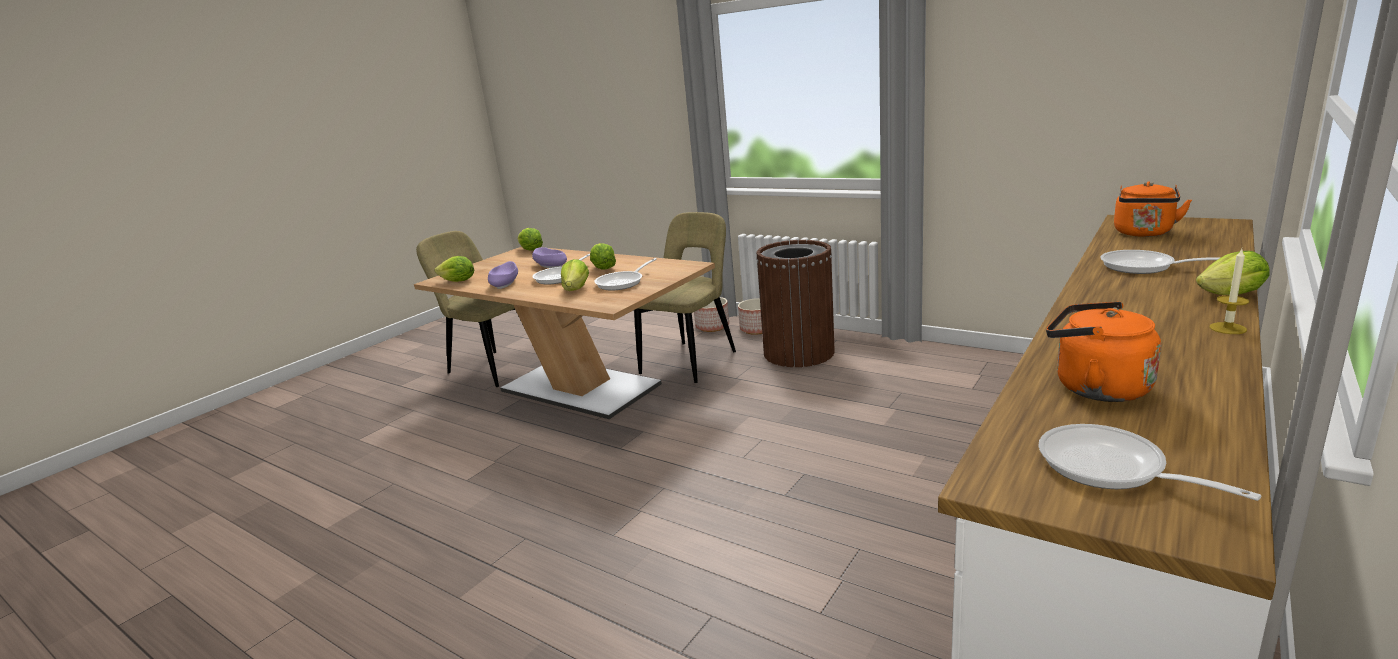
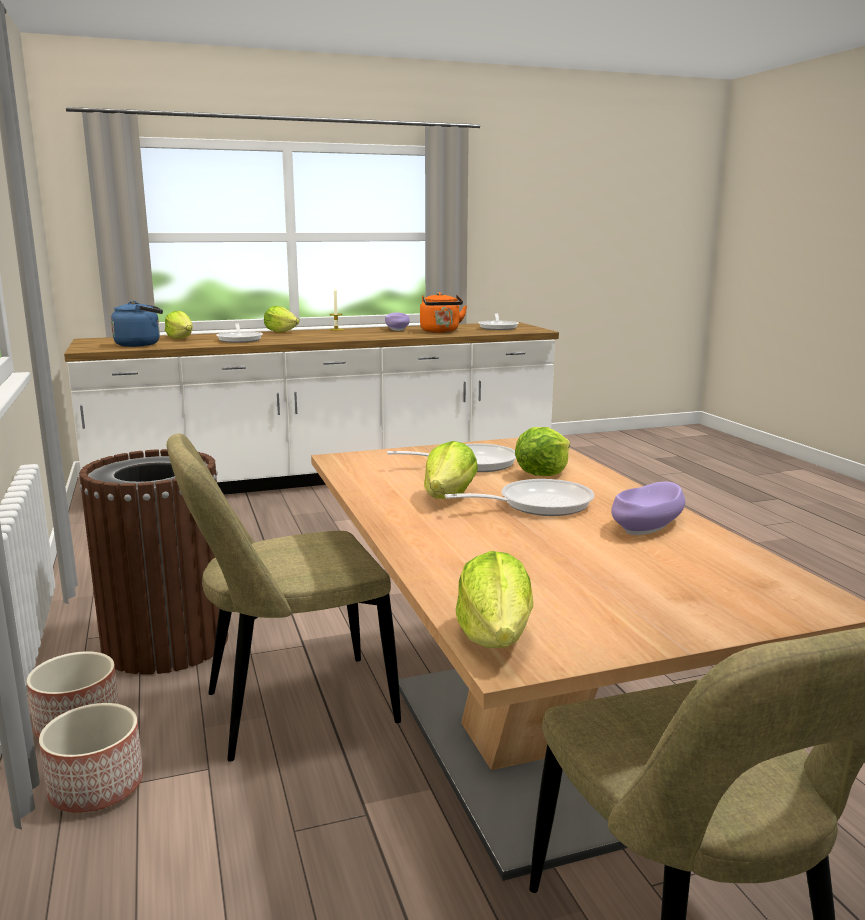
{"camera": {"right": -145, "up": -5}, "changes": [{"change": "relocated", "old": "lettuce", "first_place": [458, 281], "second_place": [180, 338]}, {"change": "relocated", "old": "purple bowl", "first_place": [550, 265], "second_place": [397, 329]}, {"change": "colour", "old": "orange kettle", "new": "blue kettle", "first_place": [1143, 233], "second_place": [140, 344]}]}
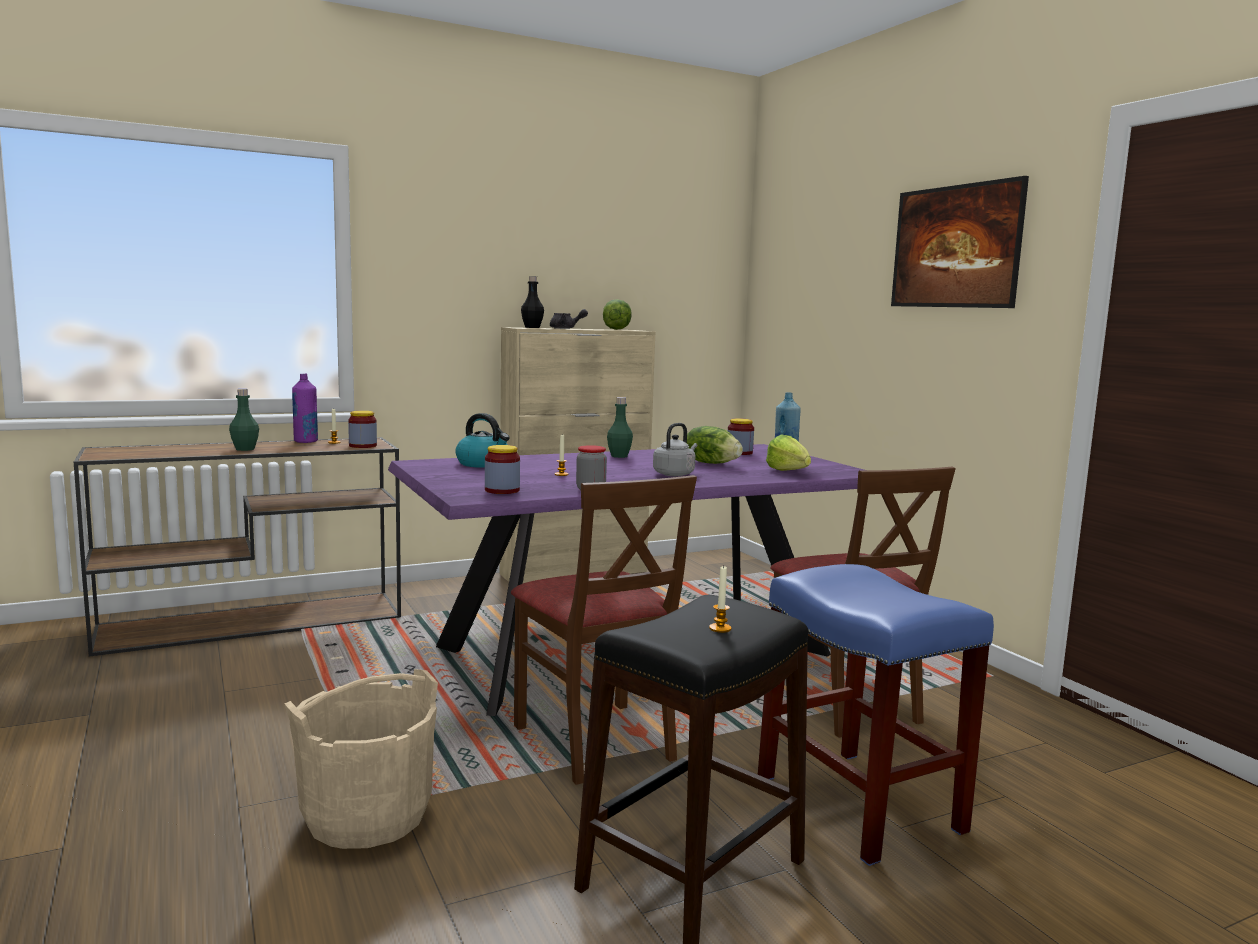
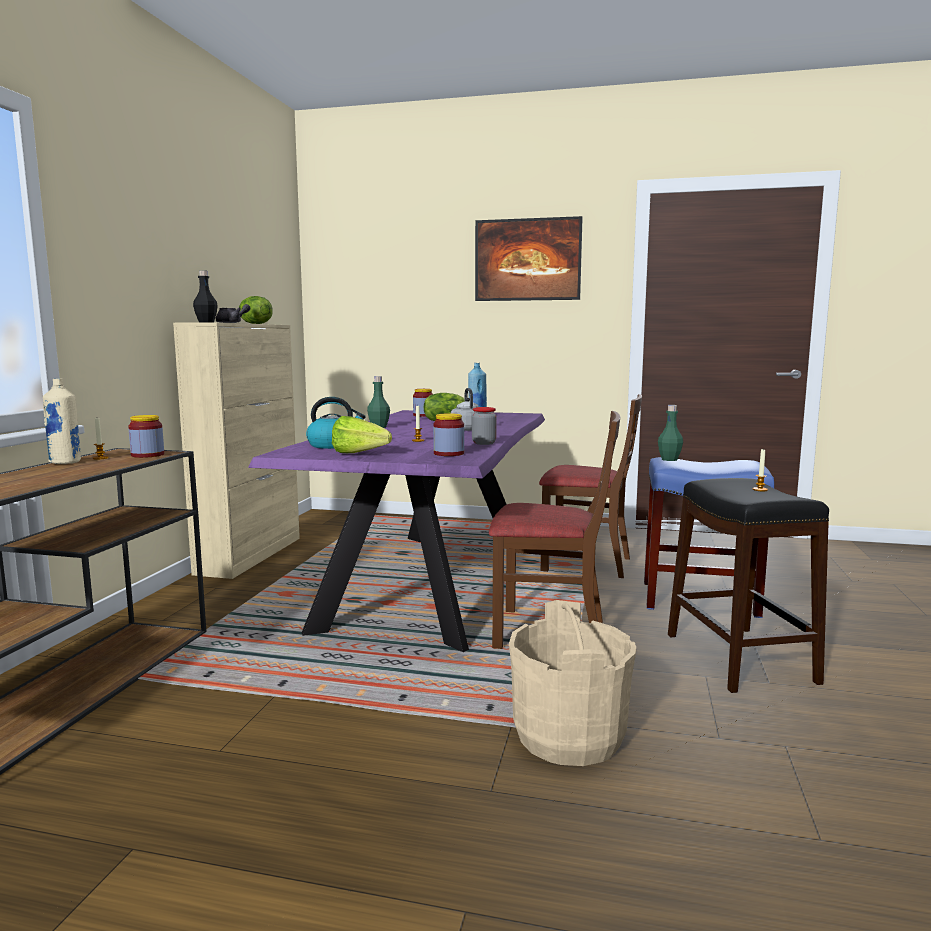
{"camera": {"right": -50, "up": 0}, "changes": [{"change": "relocated", "old": "green bottle", "first_place": [245, 449], "second_place": [669, 459]}, {"change": "colour", "old": "purple bottle", "new": "beige bottle", "first_place": [305, 441], "second_place": [65, 462]}, {"change": "relocated", "old": "lettuce", "first_place": [790, 473], "second_place": [363, 454]}]}
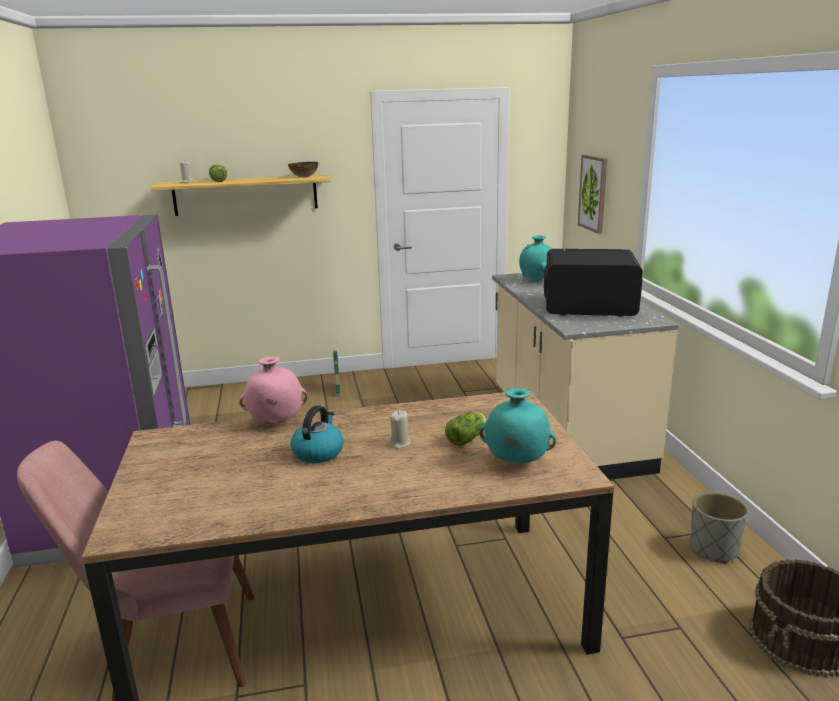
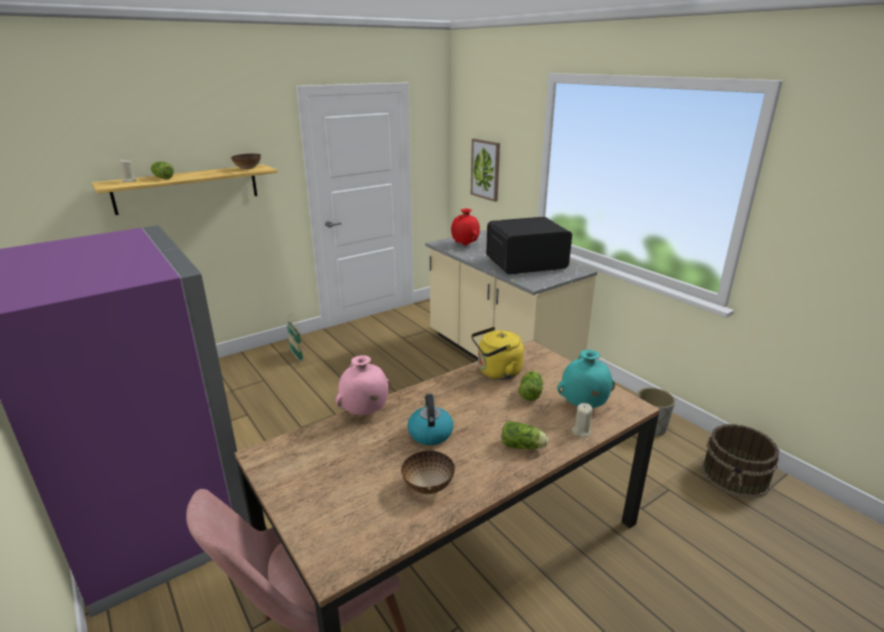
{"camera": {"right": -25, "up": 5}, "changes": [{"change": "relocated", "old": "beige candle", "first_place": [400, 443], "second_place": [581, 431]}, {"change": "colour", "old": "turquoise vase", "new": "red vase", "first_place": [536, 281], "second_place": [465, 245]}, {"change": "appeared", "new": "bowl", "second_place": [427, 486]}, {"change": "appeared", "new": "yellow kettle", "second_place": [496, 372]}, {"change": "appeared", "new": "lettuce", "second_place": [524, 446]}]}
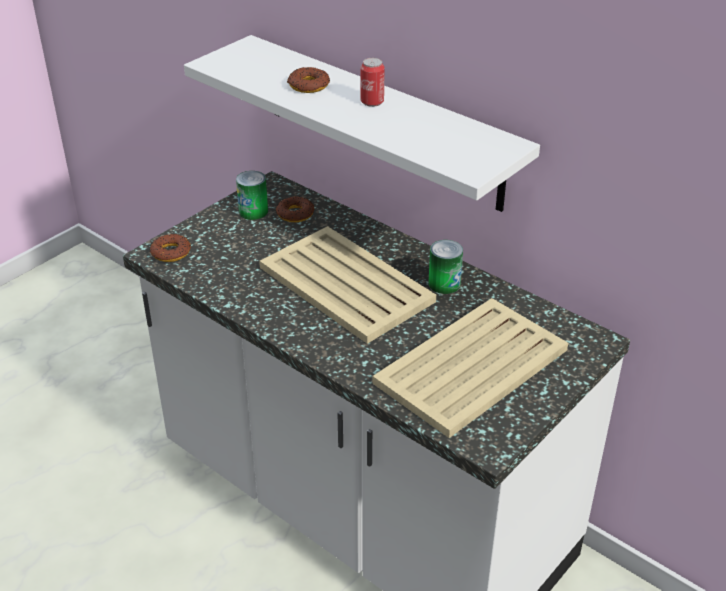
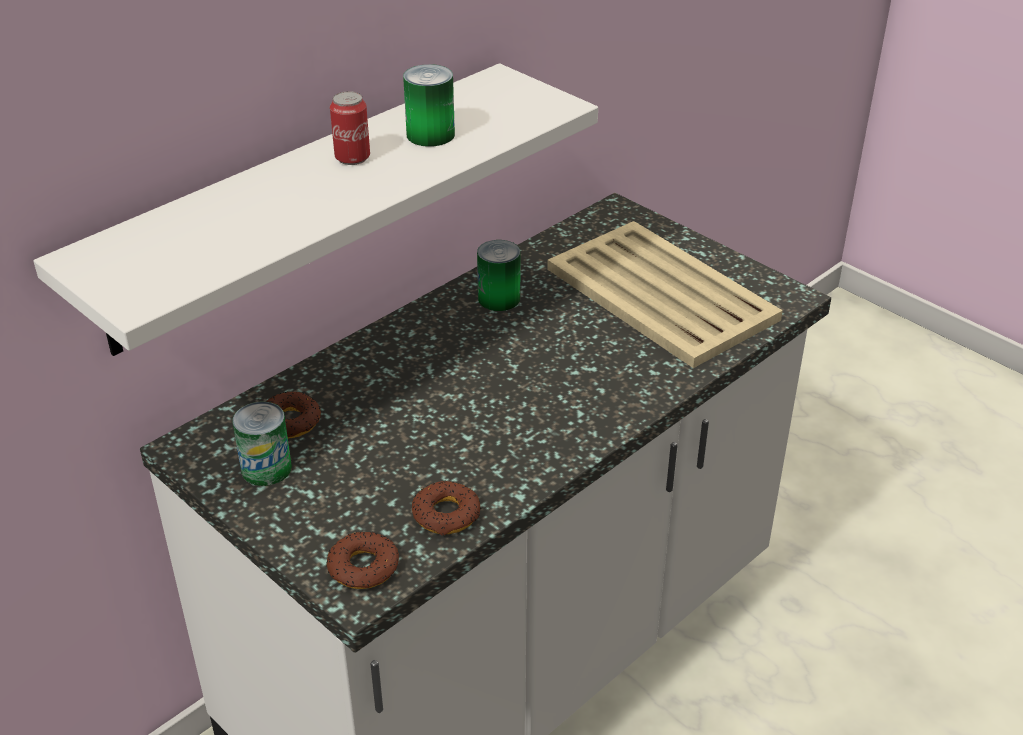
{"camera": {"right": -85, "up": 0}, "changes": [{"change": "missing", "old": "beige tray", "first_place": [345, 283]}, {"change": "relocated", "old": "donut", "first_place": [308, 85], "second_place": [446, 514]}, {"change": "appeared", "new": "can", "second_place": [430, 134]}]}
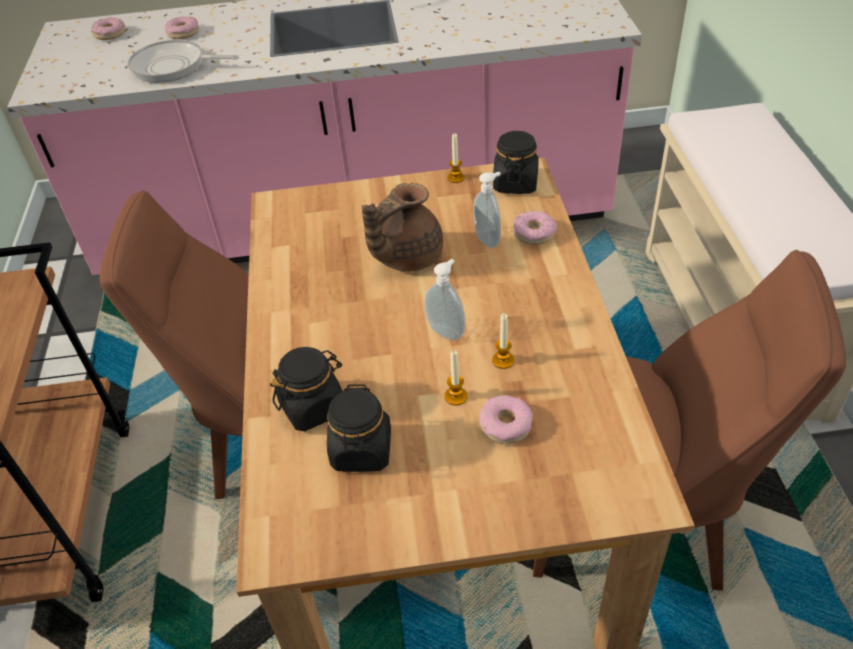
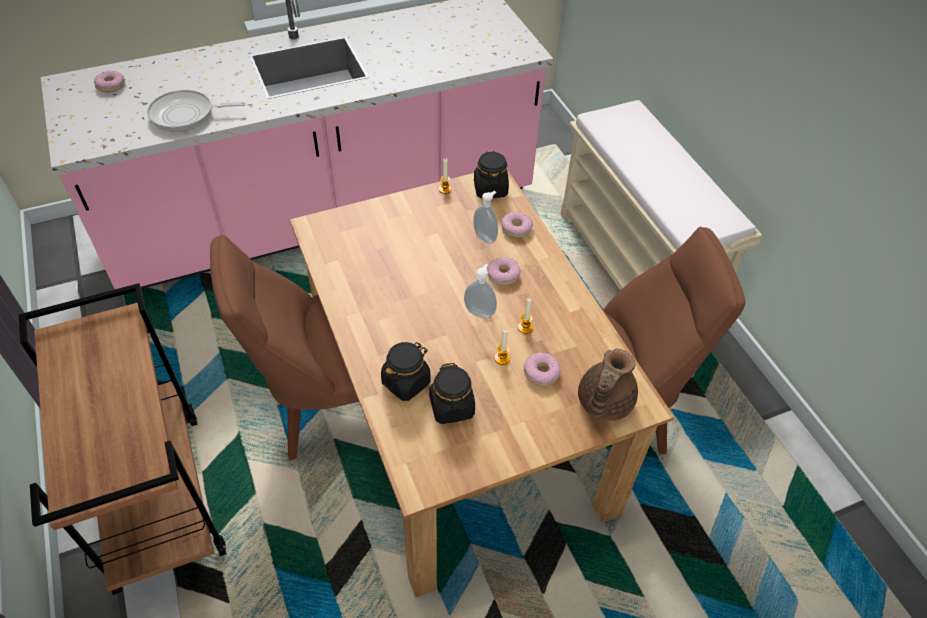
{"camera": {"right": -20, "up": 5}, "changes": [{"change": "relocated", "old": "donut", "first_place": [183, 33], "second_place": [503, 275]}, {"change": "relocated", "old": "brown teapot", "first_place": [406, 257], "second_place": [602, 403]}]}
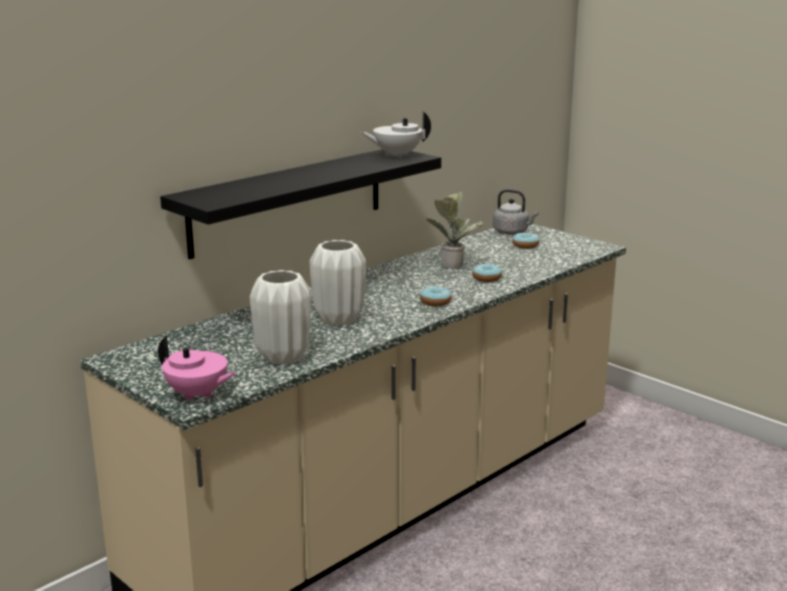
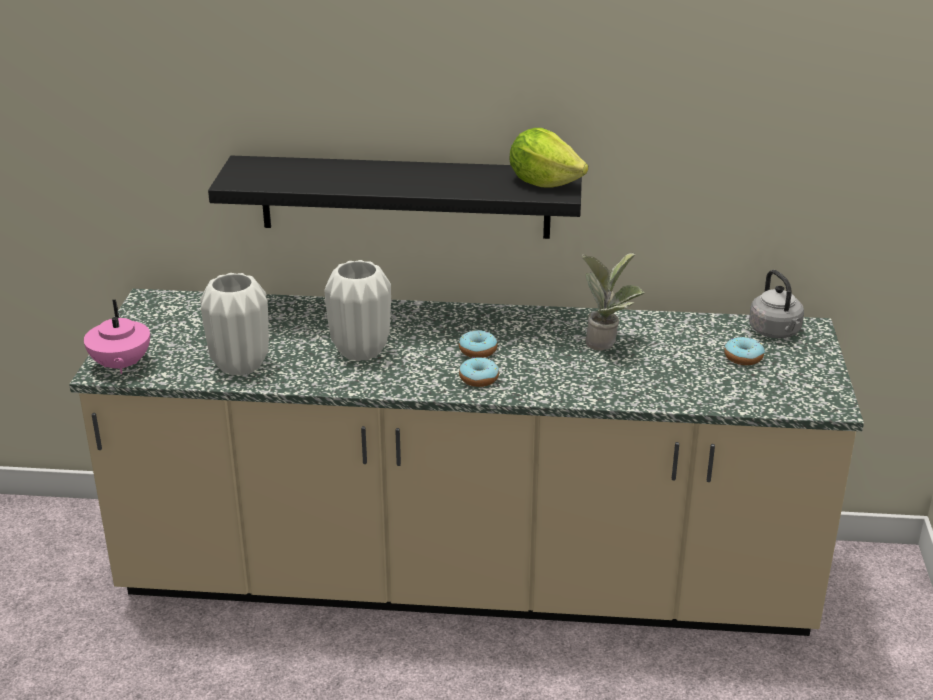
{"camera": {"right": 50, "up": 10}, "changes": [{"change": "exchanged", "old": "white teapot", "new": "lettuce", "first_place": [396, 155], "second_place": [544, 182]}, {"change": "relocated", "old": "donut", "first_place": [486, 278], "second_place": [478, 351]}]}
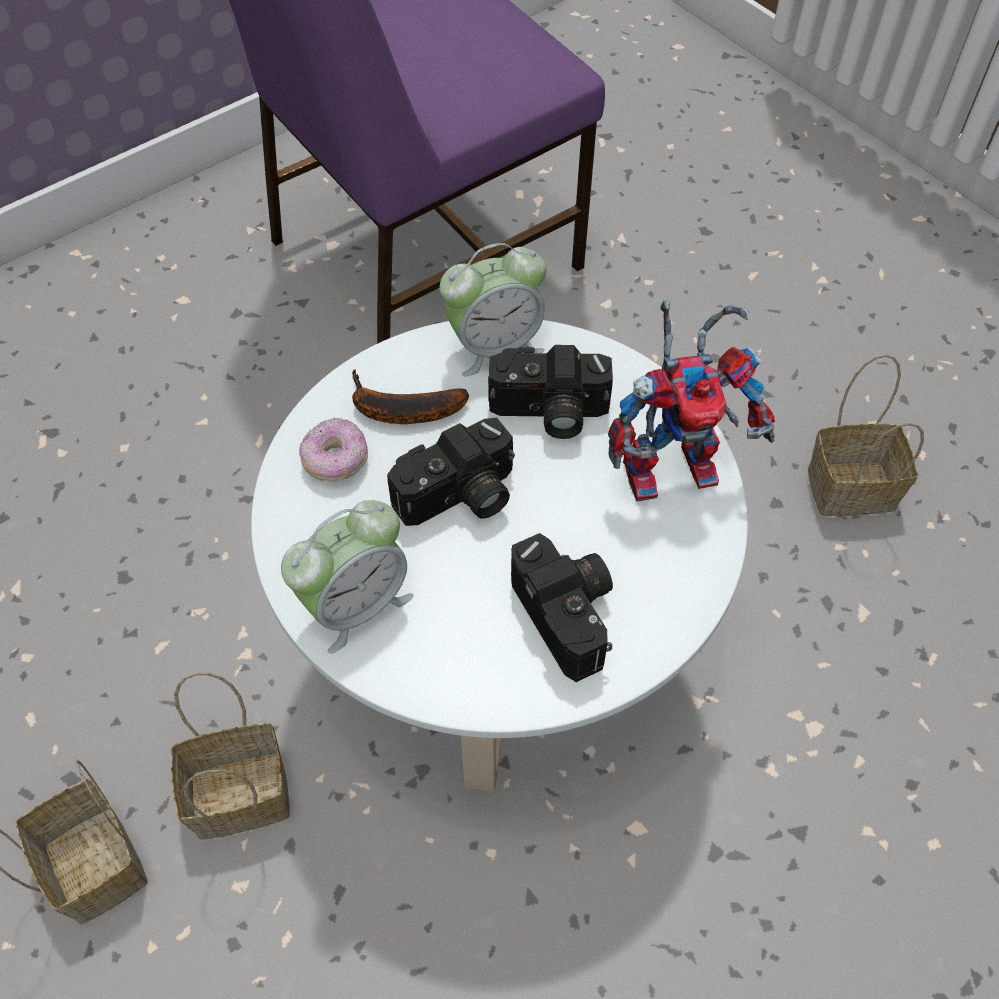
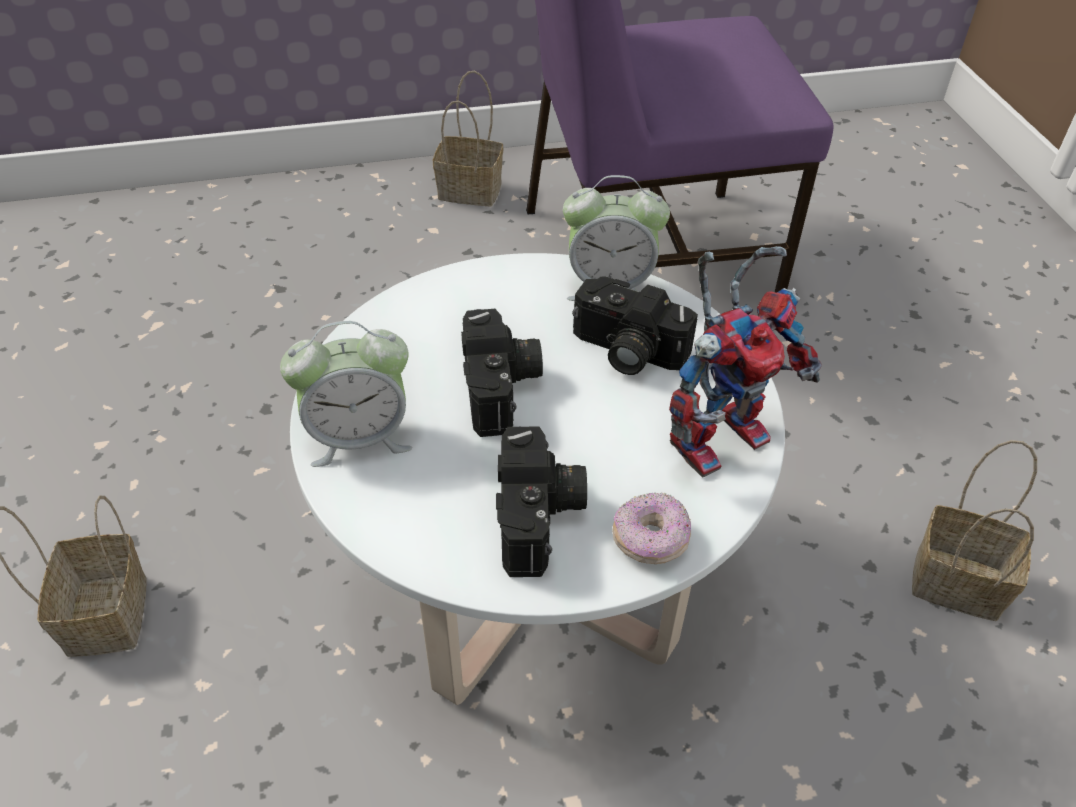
{"camera": {"right": 25, "up": -10}, "changes": [{"change": "relocated", "old": "basket", "first_place": [243, 792], "second_place": [472, 190]}, {"change": "relocated", "old": "donut", "first_place": [336, 460], "second_place": [650, 540]}, {"change": "missing", "old": "banana", "first_place": [399, 410]}, {"change": "spun", "old": "photo camera", "first_place": [460, 498], "second_place": [503, 389], "degrees": -90}, {"change": "spun", "old": "toy robot", "first_place": [675, 464], "second_place": [721, 432], "degrees": -45}]}
